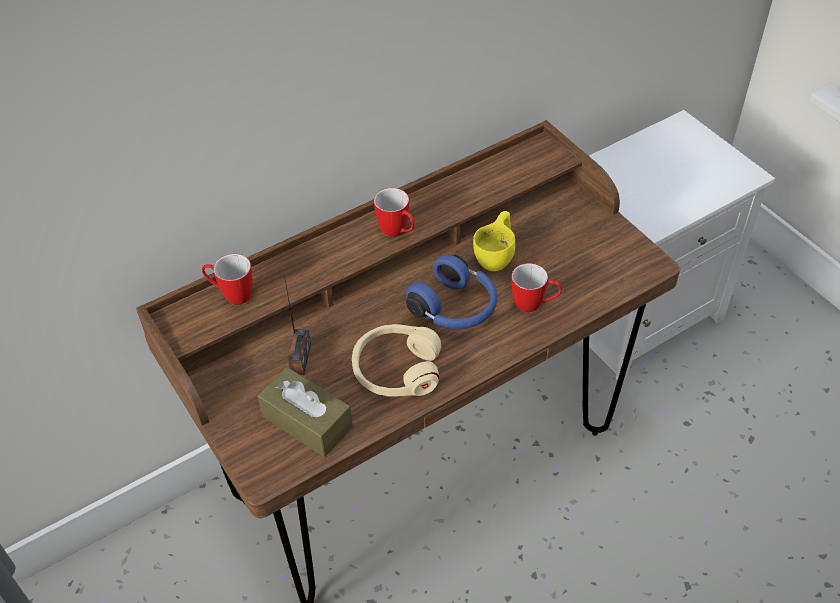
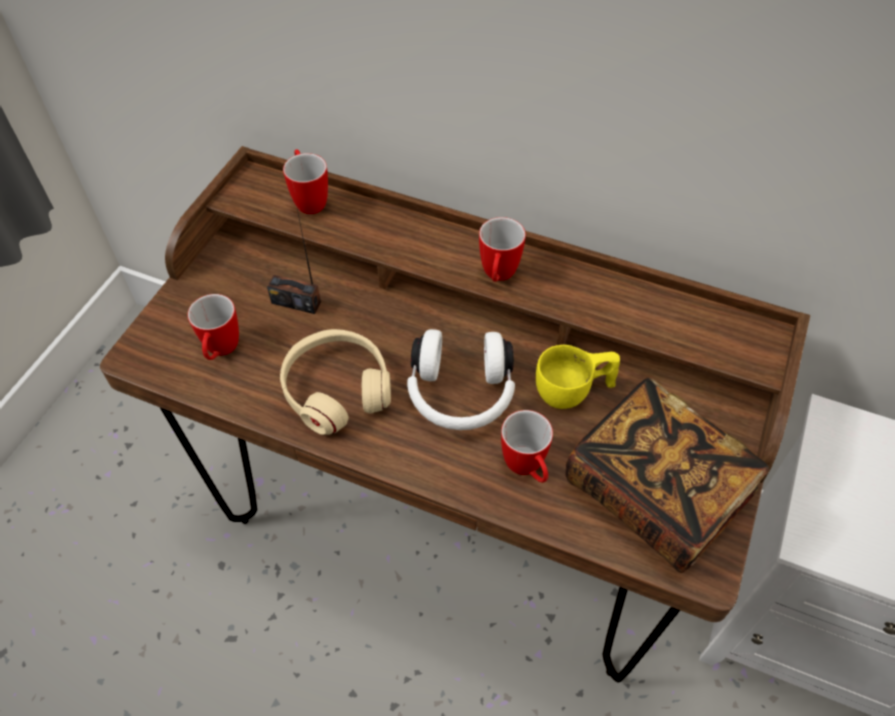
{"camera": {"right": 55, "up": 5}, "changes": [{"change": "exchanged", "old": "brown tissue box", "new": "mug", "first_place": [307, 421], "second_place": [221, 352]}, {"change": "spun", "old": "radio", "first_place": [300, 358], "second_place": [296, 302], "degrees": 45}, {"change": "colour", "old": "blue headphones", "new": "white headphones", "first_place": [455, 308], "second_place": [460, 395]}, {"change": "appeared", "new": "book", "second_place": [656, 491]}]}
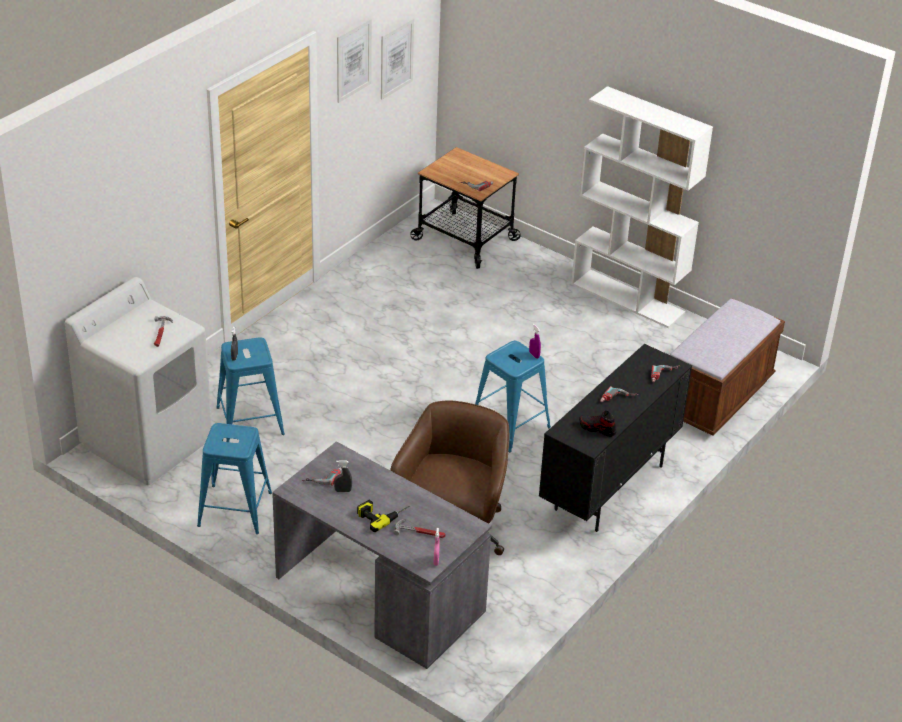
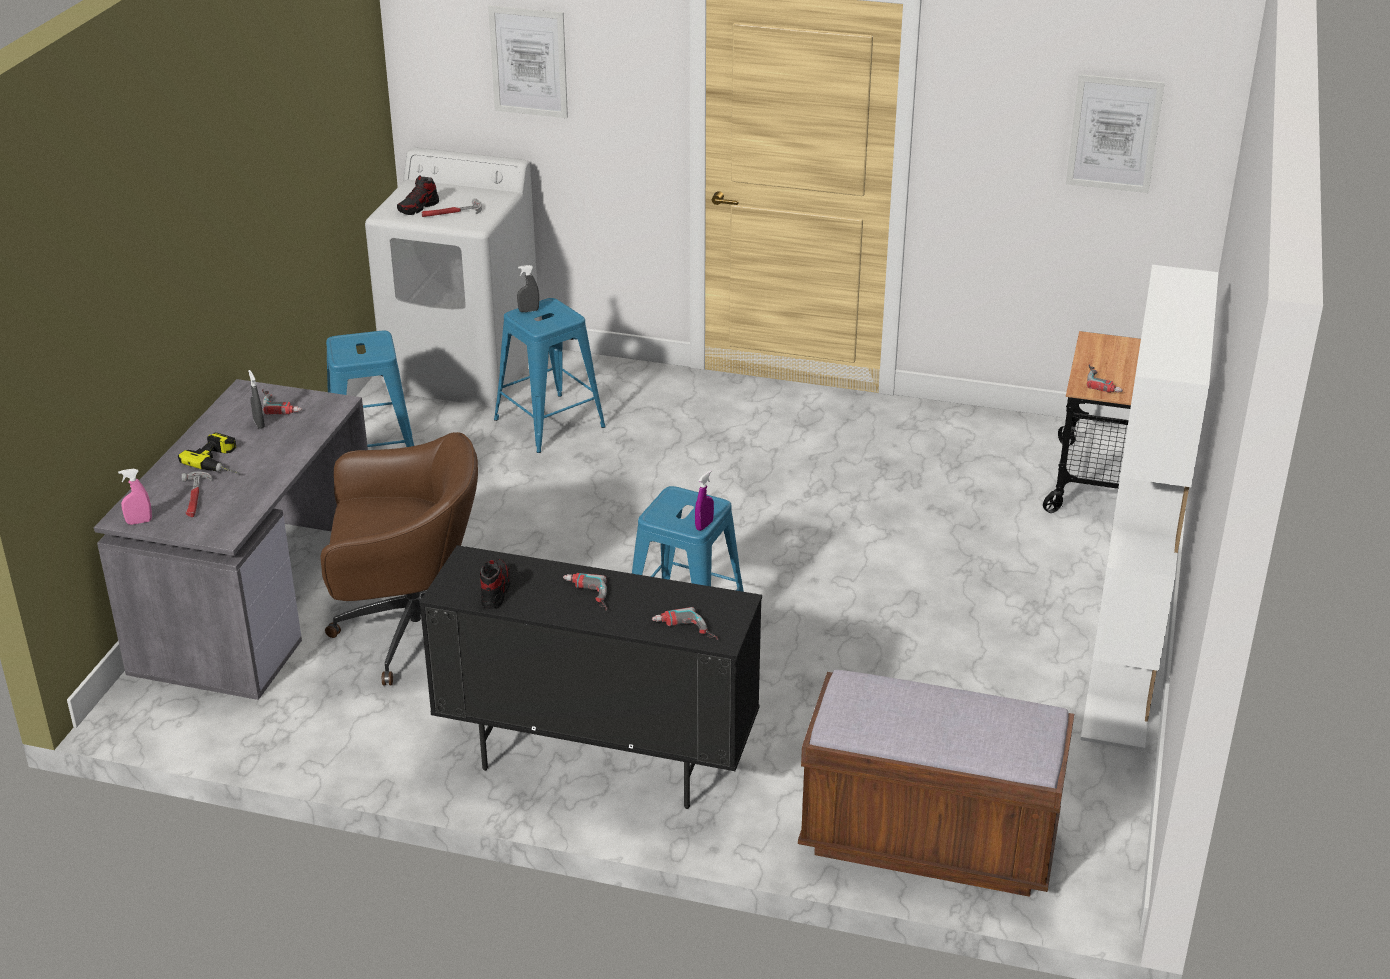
{"camera": {"right": 70, "up": -5}, "changes": [{"change": "relocated", "old": "picture", "first_place": [353, 60], "second_place": [528, 62]}, {"change": "appeared", "new": "shoe", "second_place": [418, 207]}]}
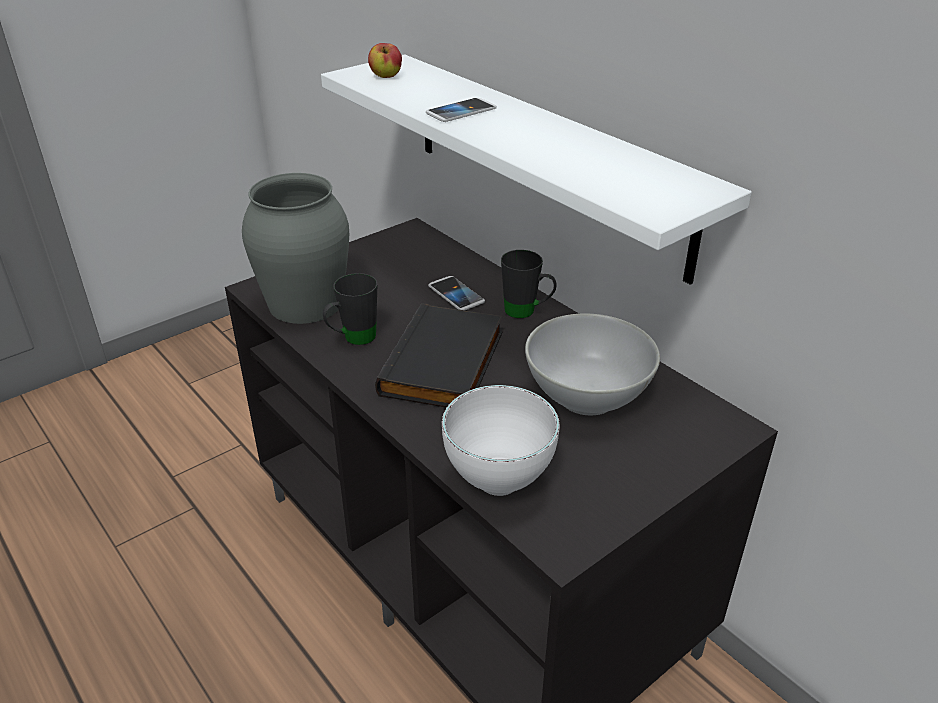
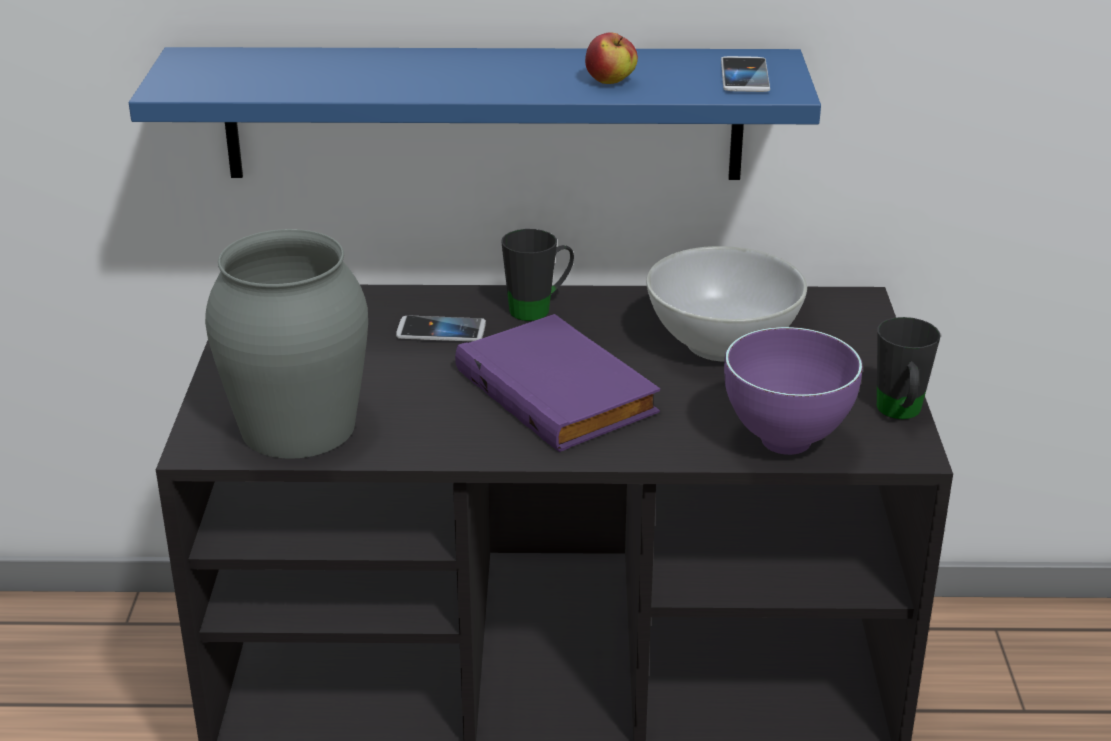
{"camera": {"right": -50, "up": -5}, "changes": [{"change": "colour", "old": "white shelf", "new": "blue shelf", "first_place": [544, 160], "second_place": [483, 113]}, {"change": "relocated", "old": "black mug", "first_place": [353, 339], "second_place": [900, 414]}, {"change": "relocated", "old": "apple", "first_place": [386, 77], "second_place": [610, 82]}, {"change": "colour", "old": "black book", "new": "purple book", "first_place": [446, 364], "second_place": [560, 391]}, {"change": "relocated", "old": "phone", "first_place": [461, 112], "second_place": [744, 77]}, {"change": "colour", "old": "white bowl", "new": "purple bowl", "first_place": [501, 483], "second_place": [788, 442]}]}
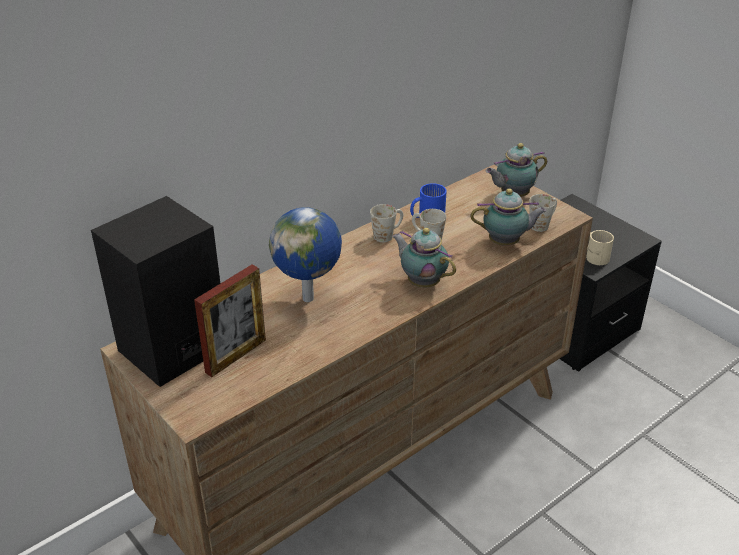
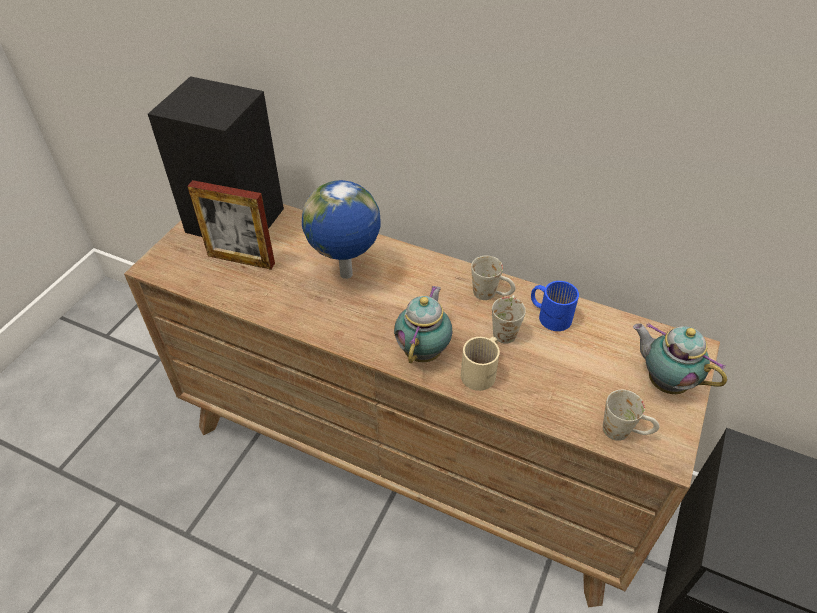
{"camera": {"right": 65, "up": 10}, "changes": [{"change": "missing", "old": "teapot", "first_place": [506, 243]}, {"change": "relocated", "old": "beige mug", "first_place": [595, 255], "second_place": [482, 372]}]}
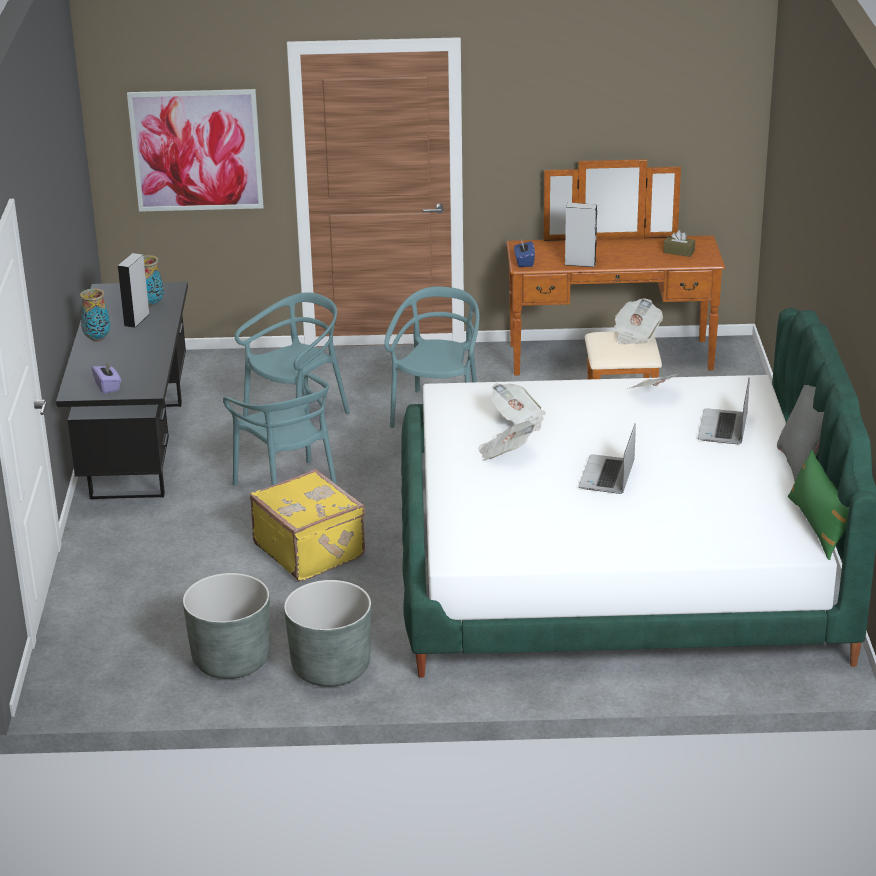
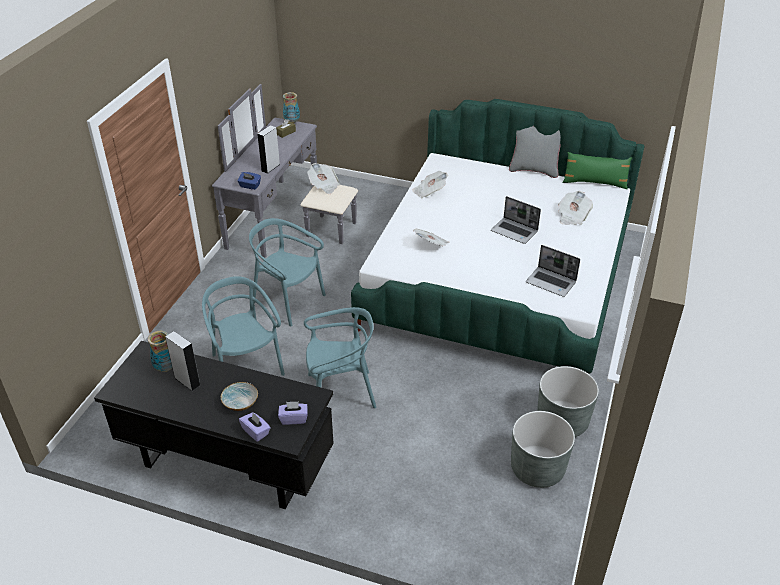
{"camera": {"right": -70, "up": 10}, "changes": [{"change": "relocated", "old": "vase", "first_place": [97, 339], "second_place": [292, 122]}, {"change": "missing", "old": "picture", "first_place": [196, 150]}, {"change": "missing", "old": "yellow suitcase", "first_place": [310, 550]}, {"change": "relocated", "old": "newspaper", "first_place": [505, 454], "second_place": [572, 216]}, {"change": "colour", "old": "brown dresser", "new": "grey dresser", "first_place": [614, 368], "second_place": [286, 219]}, {"change": "relocated", "old": "laptop", "first_place": [723, 429], "second_place": [551, 282]}, {"change": "appeared", "new": "bowl", "second_place": [240, 403]}, {"change": "appeared", "new": "purple tissue box", "second_place": [256, 432]}]}
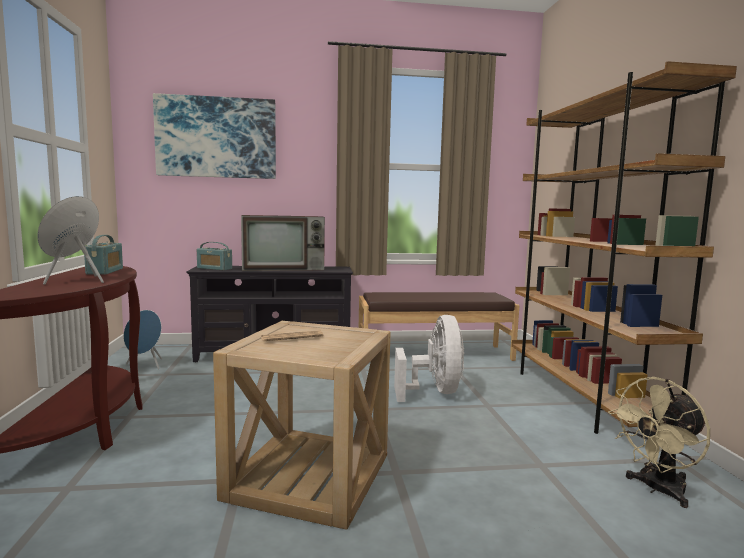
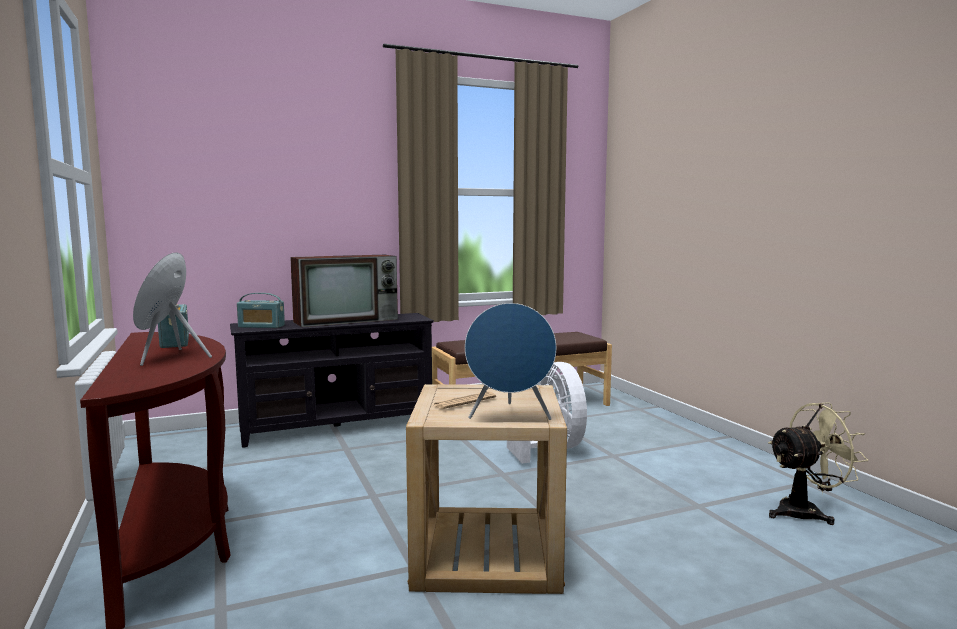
{"camera": {"right": -15, "up": 0}, "changes": [{"change": "relocated", "old": "blue speaker", "first_place": [146, 365], "second_place": [510, 416]}, {"change": "missing", "old": "picture", "first_place": [216, 137]}, {"change": "missing", "old": "brown bookcase", "first_place": [581, 398]}, {"change": "spun", "old": "beige fan", "first_place": [657, 490], "second_place": [806, 512], "degrees": -150}]}
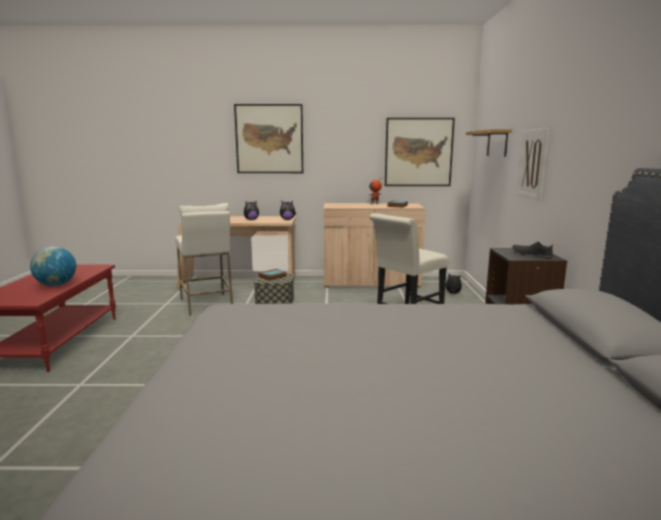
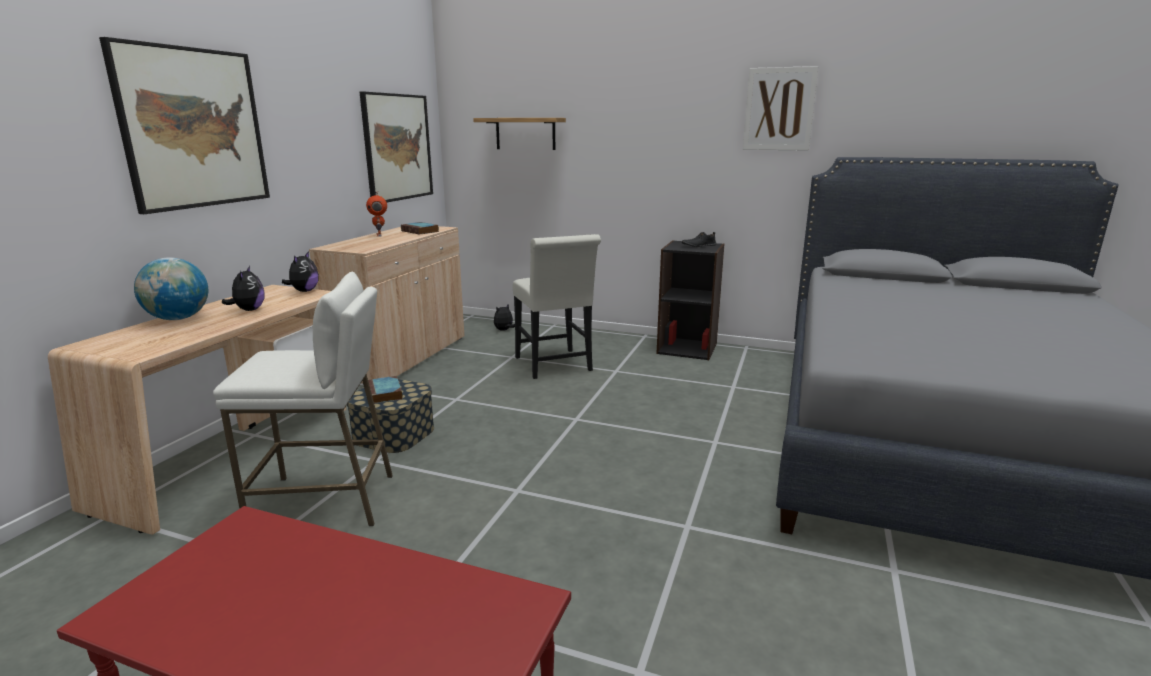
{"camera": {"right": -70, "up": 5}, "changes": [{"change": "relocated", "old": "globe", "first_place": [56, 285], "second_place": [178, 319]}, {"change": "relocated", "old": "picture", "first_place": [533, 164], "second_place": [779, 109]}]}
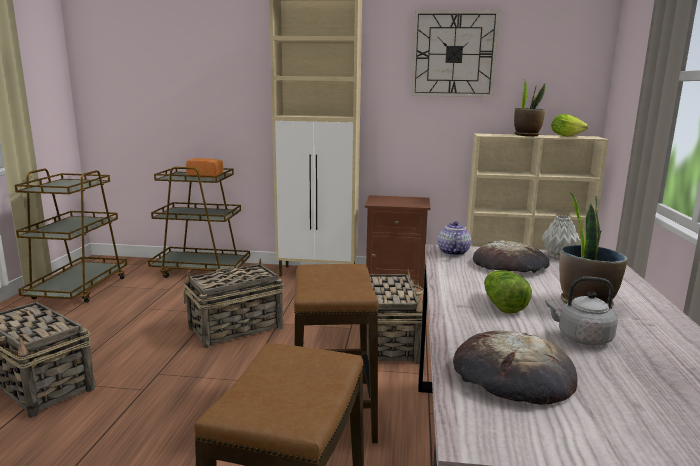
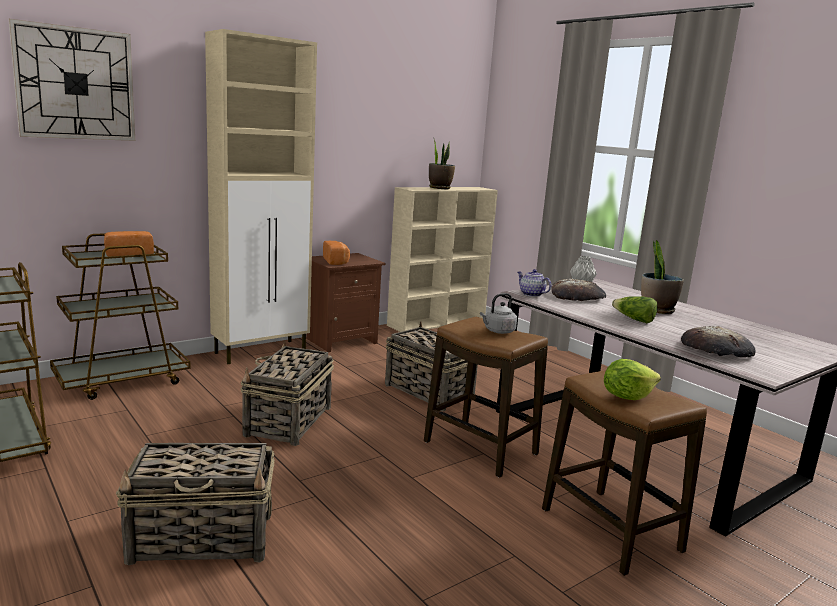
{"camera": {"right": -45, "up": 0}, "changes": [{"change": "relocated", "old": "wall clock", "first_place": [454, 54], "second_place": [75, 84]}, {"change": "relocated", "old": "grey kettle", "first_place": [581, 338], "second_place": [498, 331]}, {"change": "relocated", "old": "lettuce", "first_place": [566, 136], "second_place": [626, 396]}, {"change": "appeared", "new": "bread", "second_place": [336, 261]}]}
